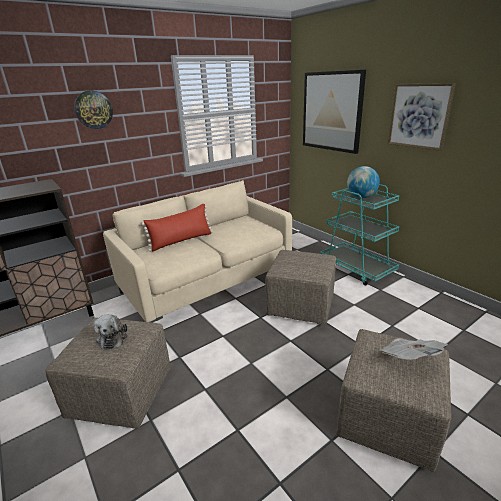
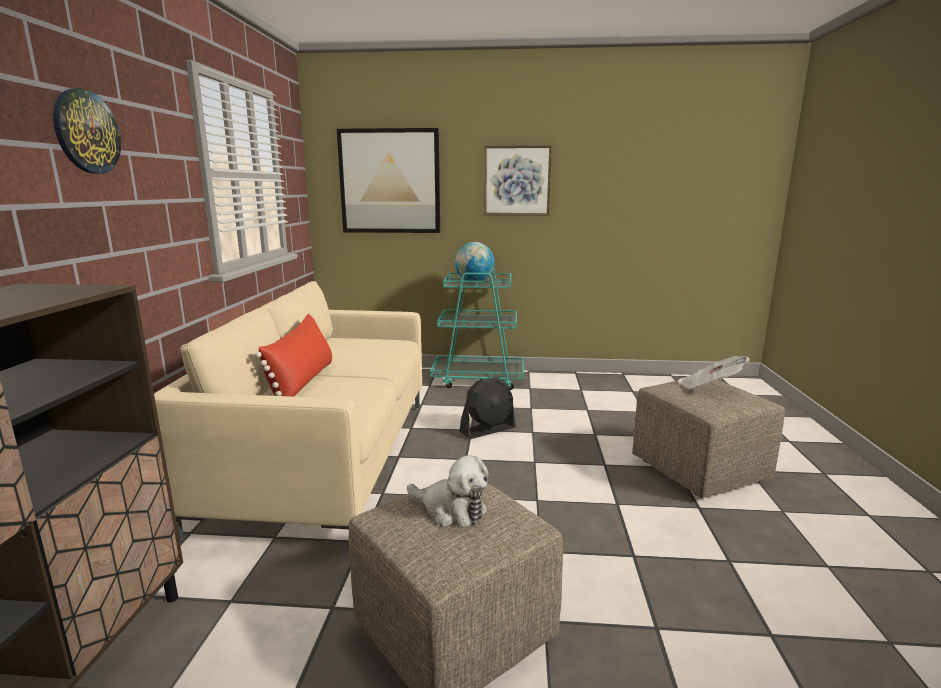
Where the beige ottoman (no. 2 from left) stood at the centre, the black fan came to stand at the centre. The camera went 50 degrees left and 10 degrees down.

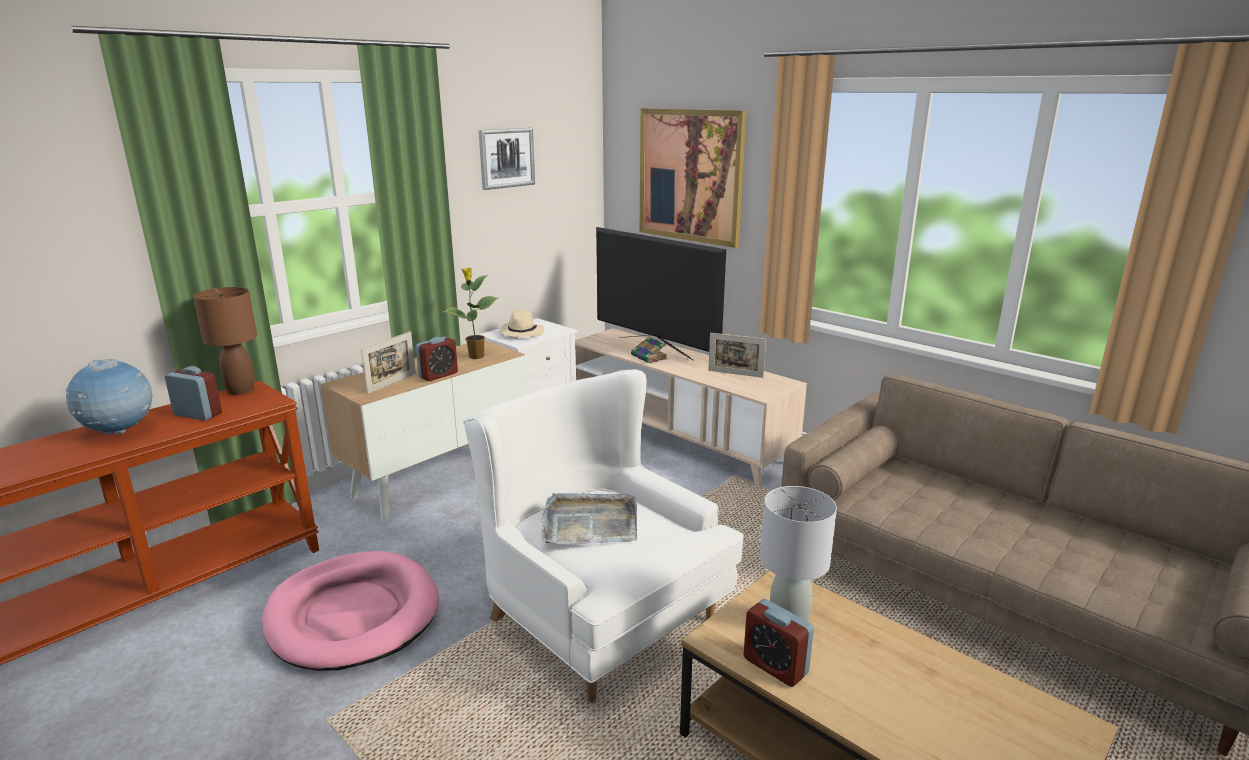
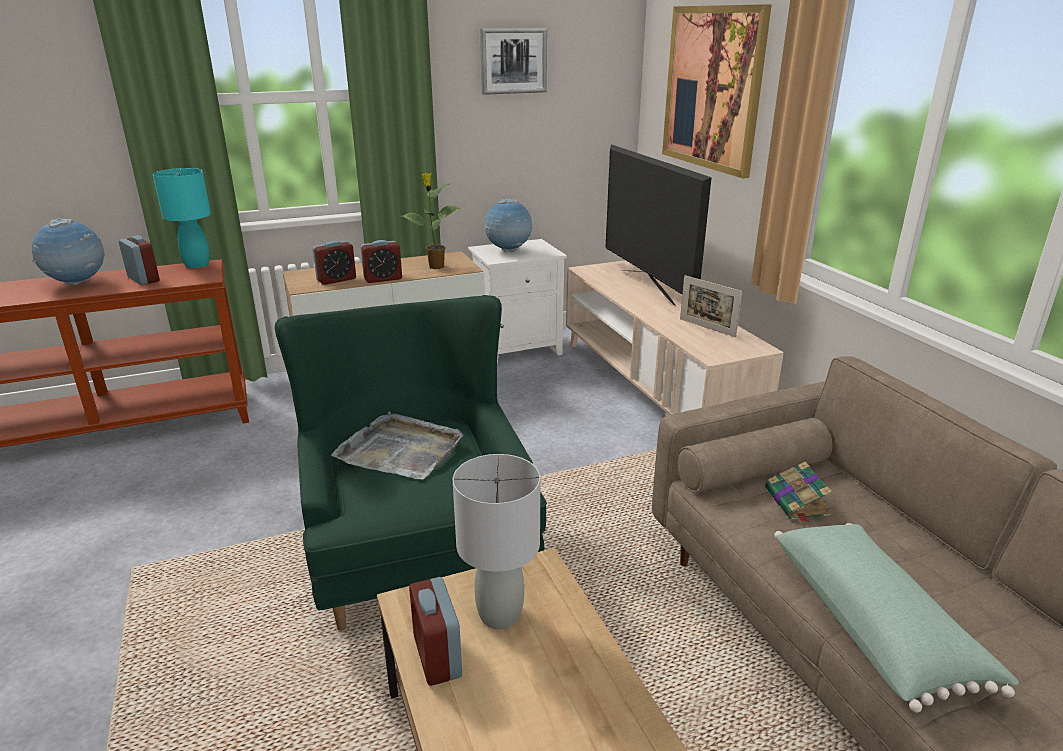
What was the brown table lamp at the middle left turned into the turquoise table lamp at the top left. Where the beige hat stood at the centre, the globe (no. 2 from left) came to stand at the top centre. Where the picture frame (no. 1 from left) stood at the middle left, the alarm clock (no. 2 from left) came to stand at the middle left. The book ended up elsewhere, having gone from the centre to the middle right. What was the white armchair at the bottom centre turned into the green armchair at the centre. The second view lost the pink dog bed at the bottom left. The second view gained the green pillow at the bottom right. The camera went 25 degrees right and 5 degrees up.

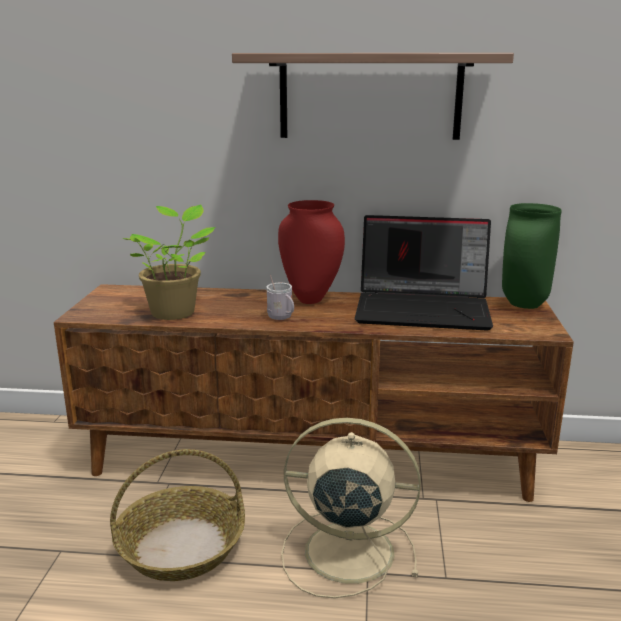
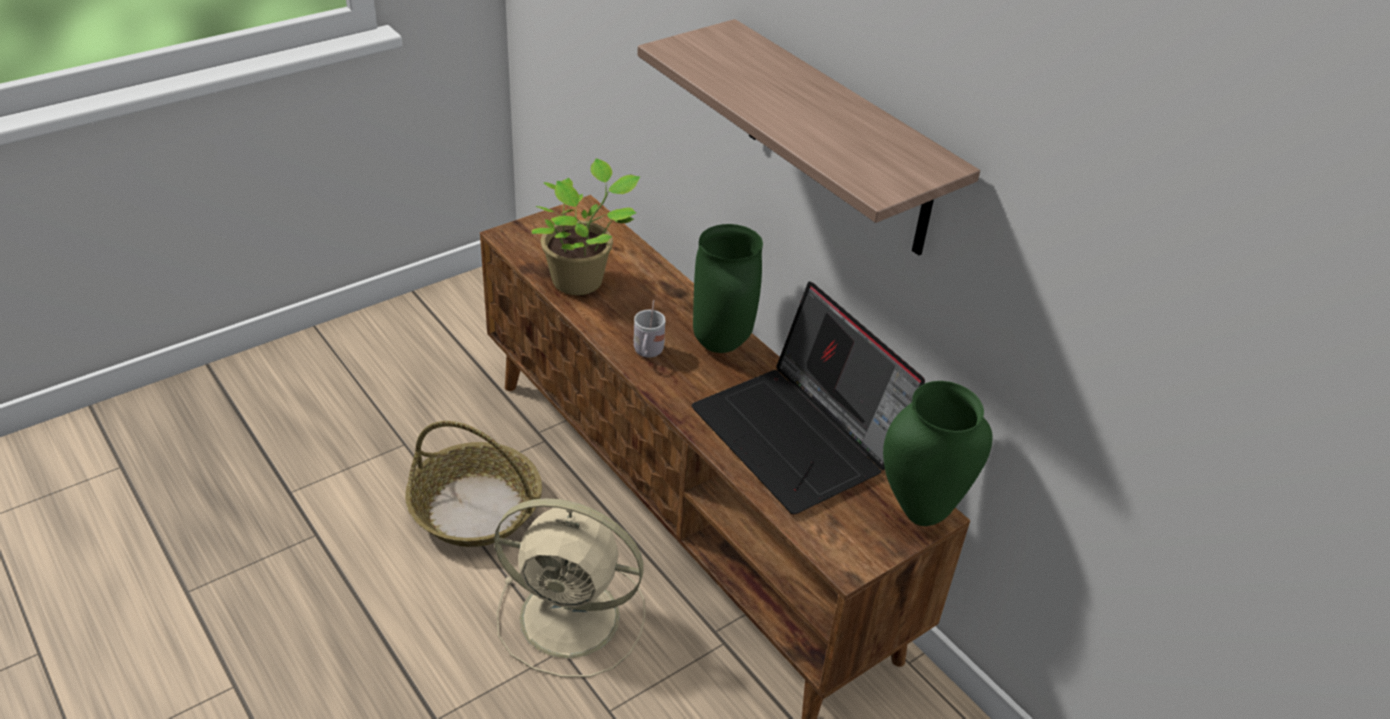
What was the red vase at the centre turned into the green vase (no. 1 from left) at the centre. The beige fan at the bottom centre ended up facing another way, 135 degrees clockwise from before. The camera went 45 degrees right and 20 degrees up.

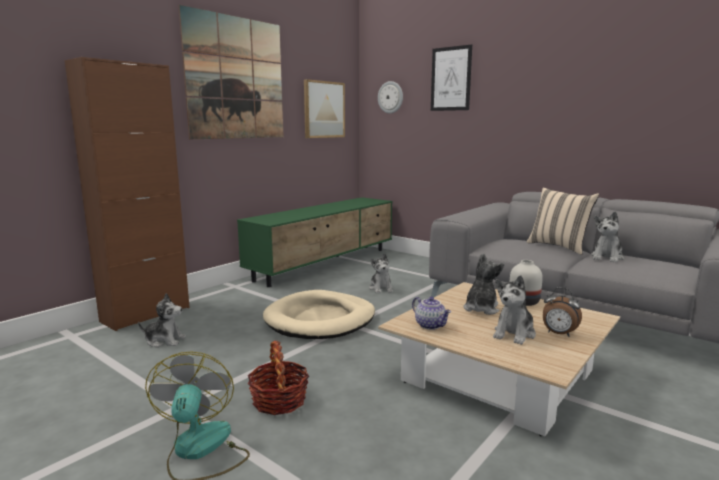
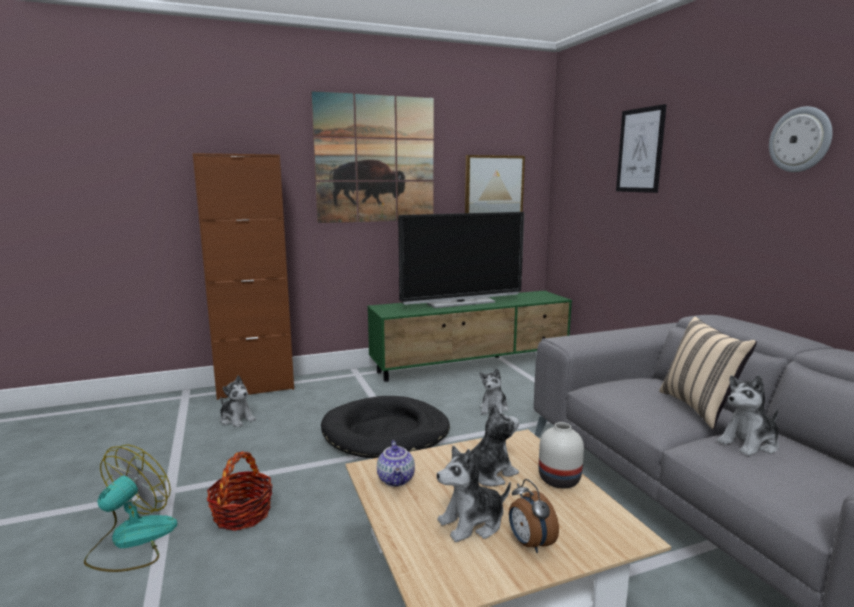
The wall clock ended up elsewhere, having gone from the top centre to the top right. What was the beige dog bed at the centre turned into the black dog bed at the bottom centre. The second view gained the television at the centre. The camera went 30 degrees right and 0 degrees up.

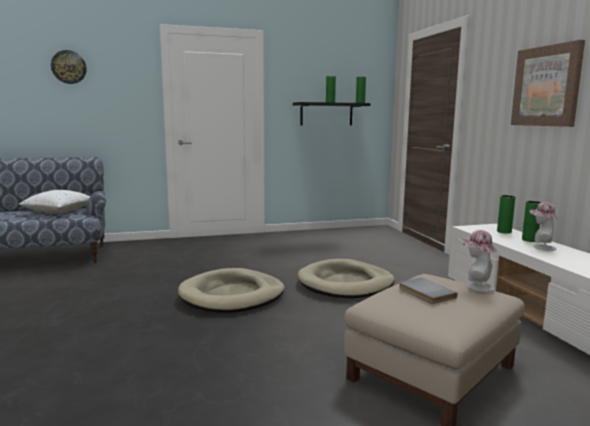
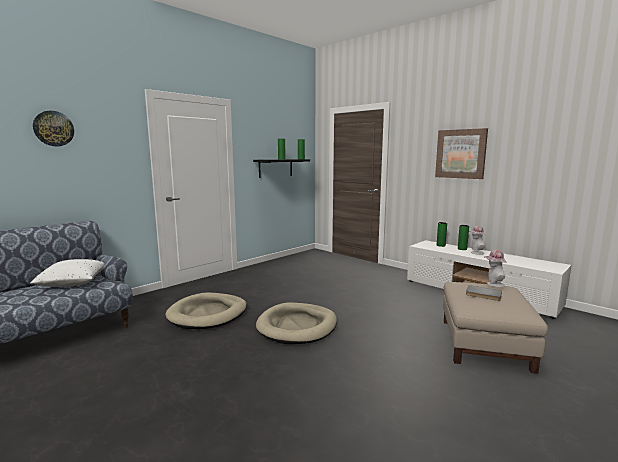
The beige dog bed (no. 2 from left in the first image) ended up elsewhere, having gone from the centre to the bottom centre. The camera went 30 degrees left and 0 degrees up.

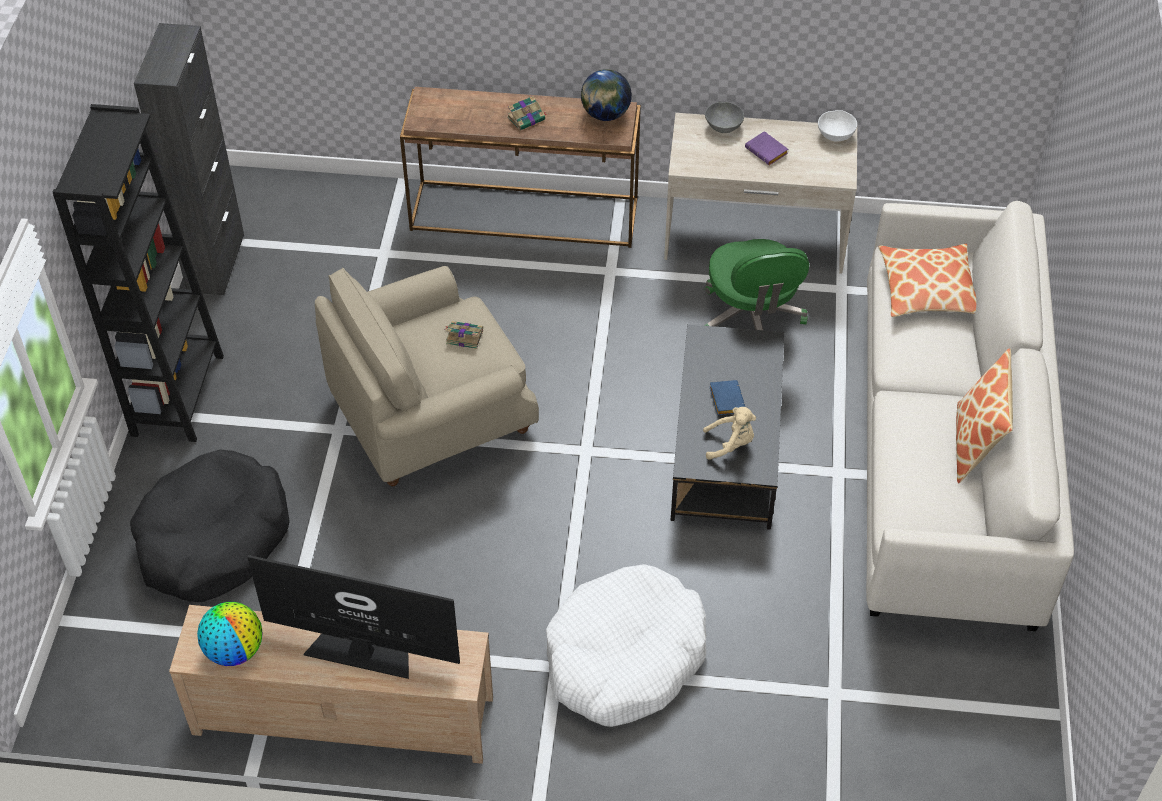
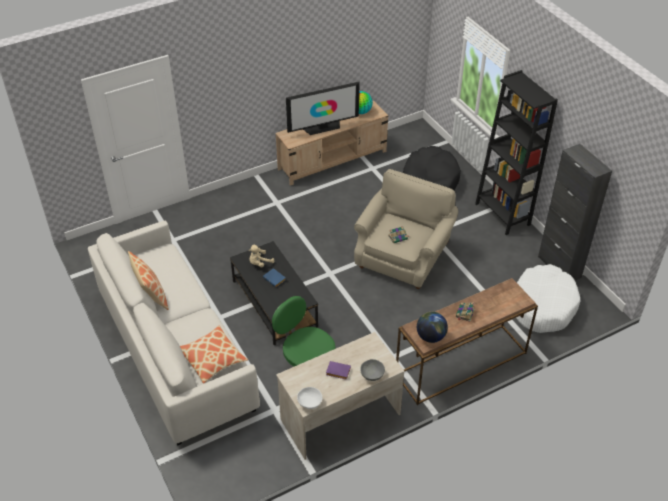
The white dog bed ended up elsewhere, having gone from the bottom centre to the middle right. The camera went 145 degrees right and 5 degrees down.

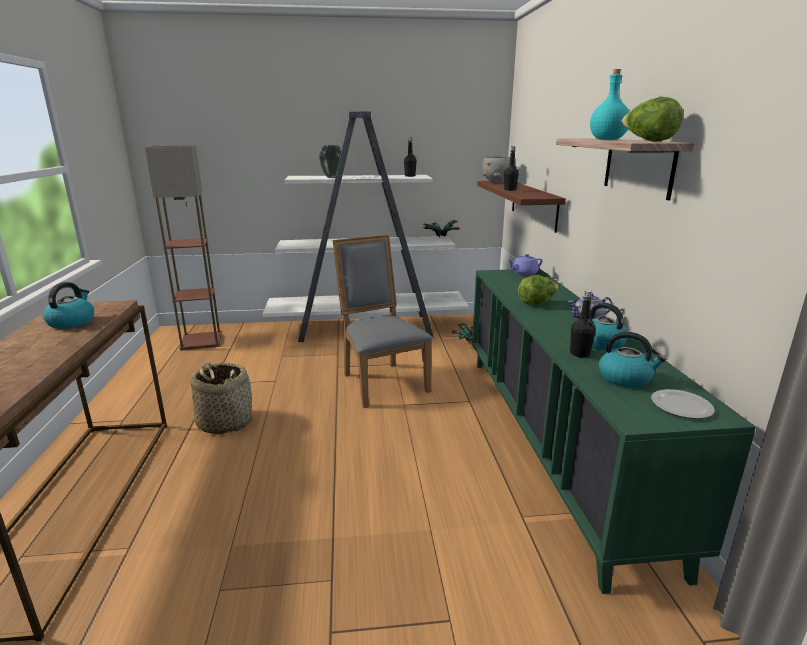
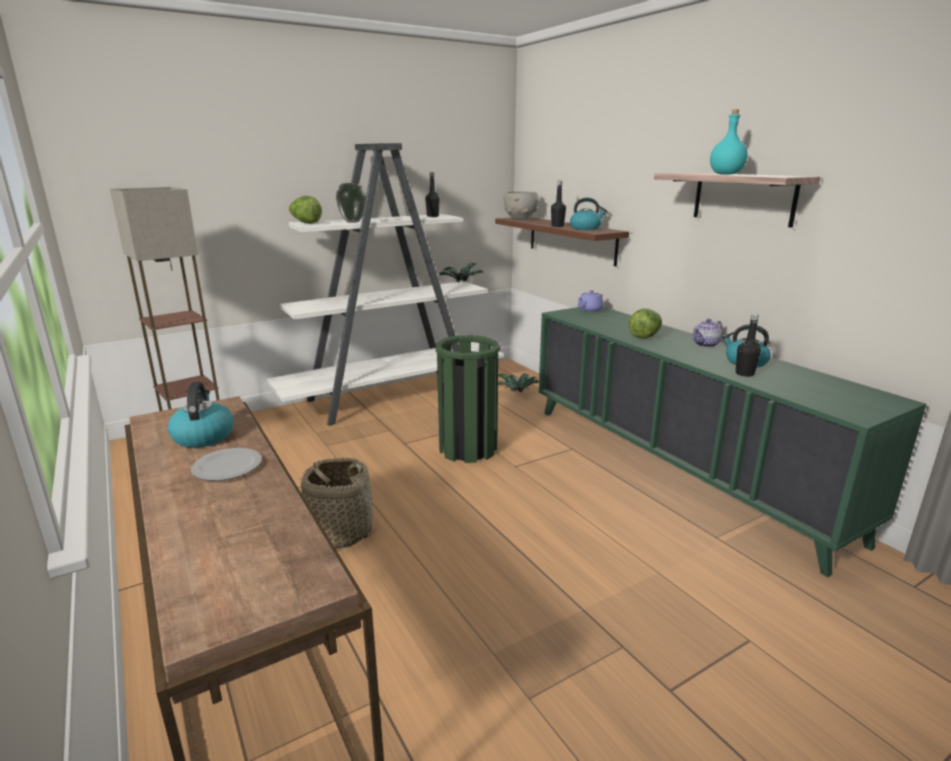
The lettuce (no. 2 from left in the first image) ended up elsewhere, having gone from the top right to the top left. Where the grey chair stood at the centre, the green trash can came to stand at the centre. The kettle (no. 3 from left in the first image) ended up elsewhere, having gone from the middle right to the top centre. The plate ended up elsewhere, having gone from the middle right to the middle left. The camera went 25 degrees left and 0 degrees up.

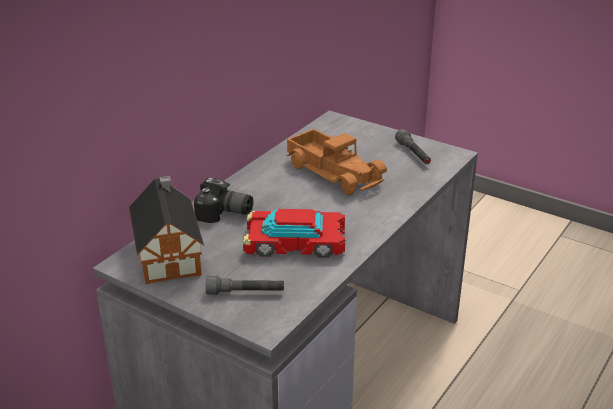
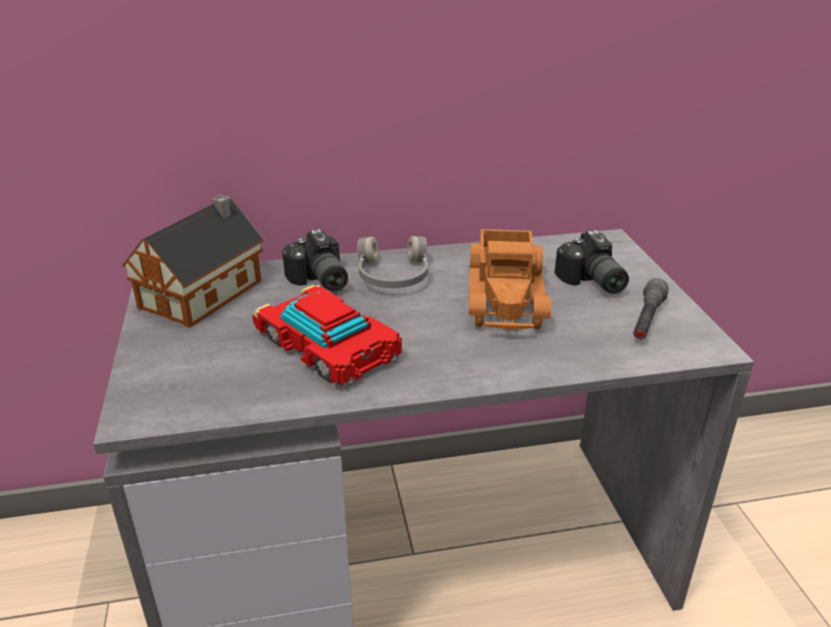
The second view lost the grey flashlight (no. 1 from left) at the bottom centre. The second view gained the photo camera (no. 2 from left) at the middle right. The second view gained the grey headphones at the centre. The camera went 45 degrees right and 0 degrees up.

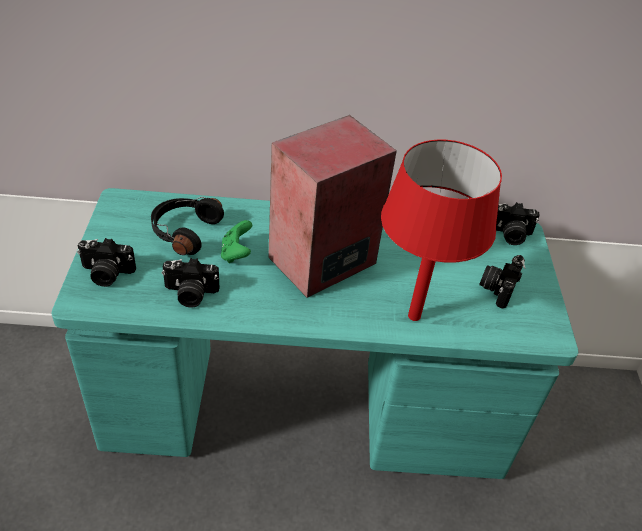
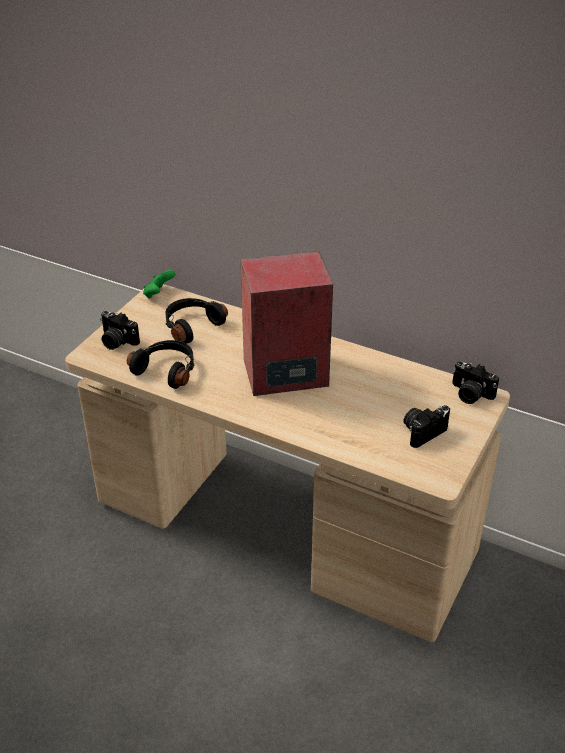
The second view lost the red table lamp at the middle right. What was the turquoise desk at the centre turned into the beige desk at the centre. The green game controller ended up elsewhere, having gone from the centre to the middle left. Where the photo camera (no. 2 from left) stood at the middle left, the black headphones (no. 1 from left) came to stand at the middle left. The camera went 30 degrees right and 5 degrees down.

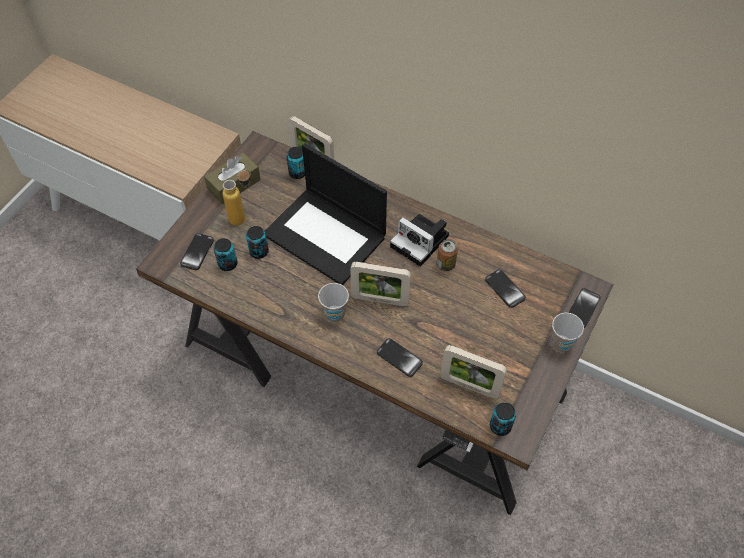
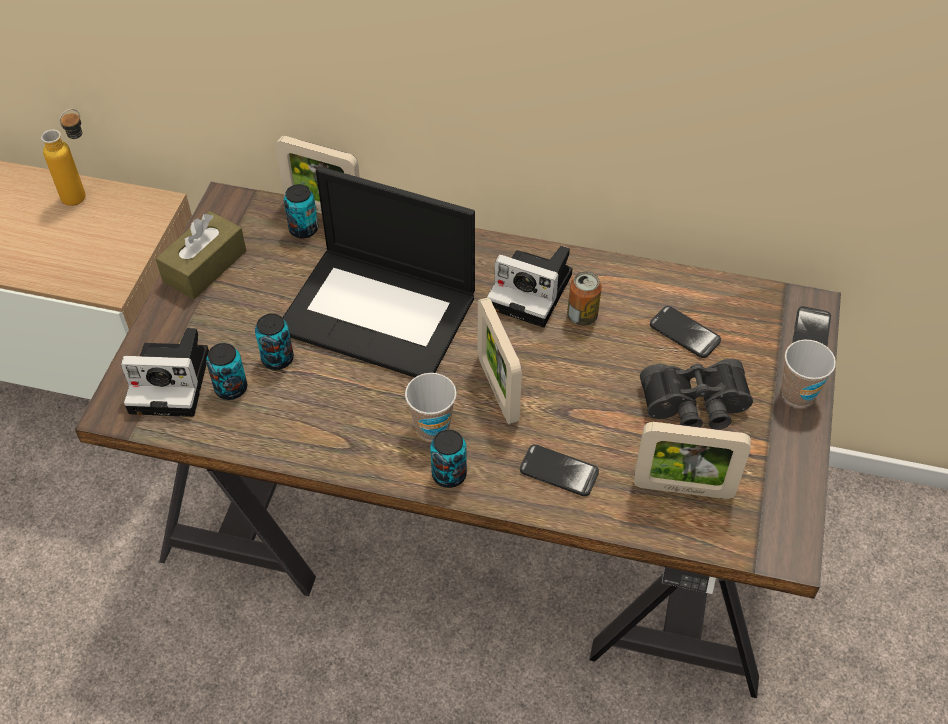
The bottle ended up elsewhere, having gone from the middle left to the top left. Where the phone (no. 1 from left) stood at the middle left, the photo camera (no. 1 from left) came to stand at the middle left. The picture frame (no. 2 from left) at the centre ended up facing another way, 75 degrees clockwise from before. The can (no. 5 from left in the first image) ended up elsewhere, having gone from the bottom right to the centre. The second view gained the black binoculars at the middle right. The camera went 15 degrees left and 5 degrees down.

